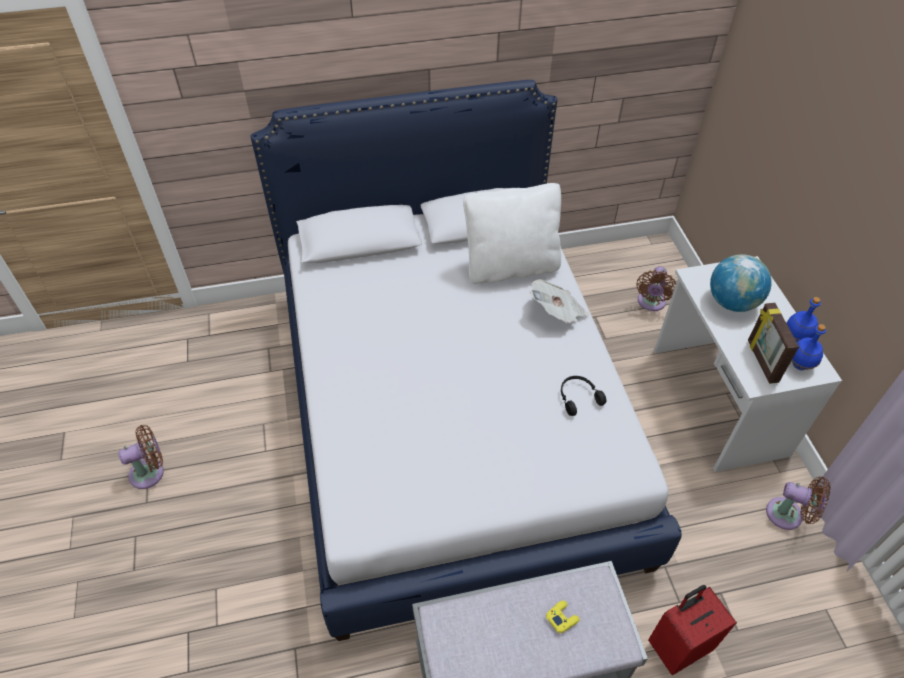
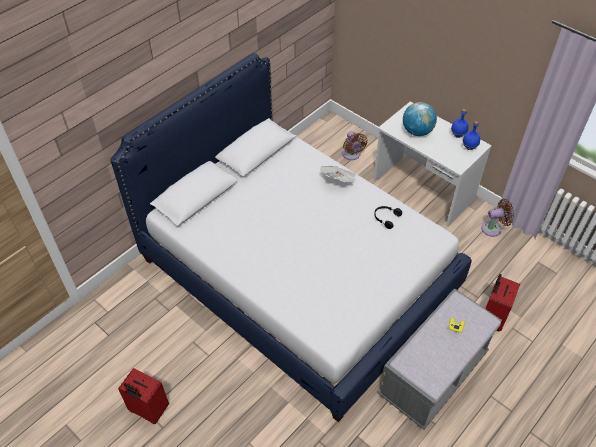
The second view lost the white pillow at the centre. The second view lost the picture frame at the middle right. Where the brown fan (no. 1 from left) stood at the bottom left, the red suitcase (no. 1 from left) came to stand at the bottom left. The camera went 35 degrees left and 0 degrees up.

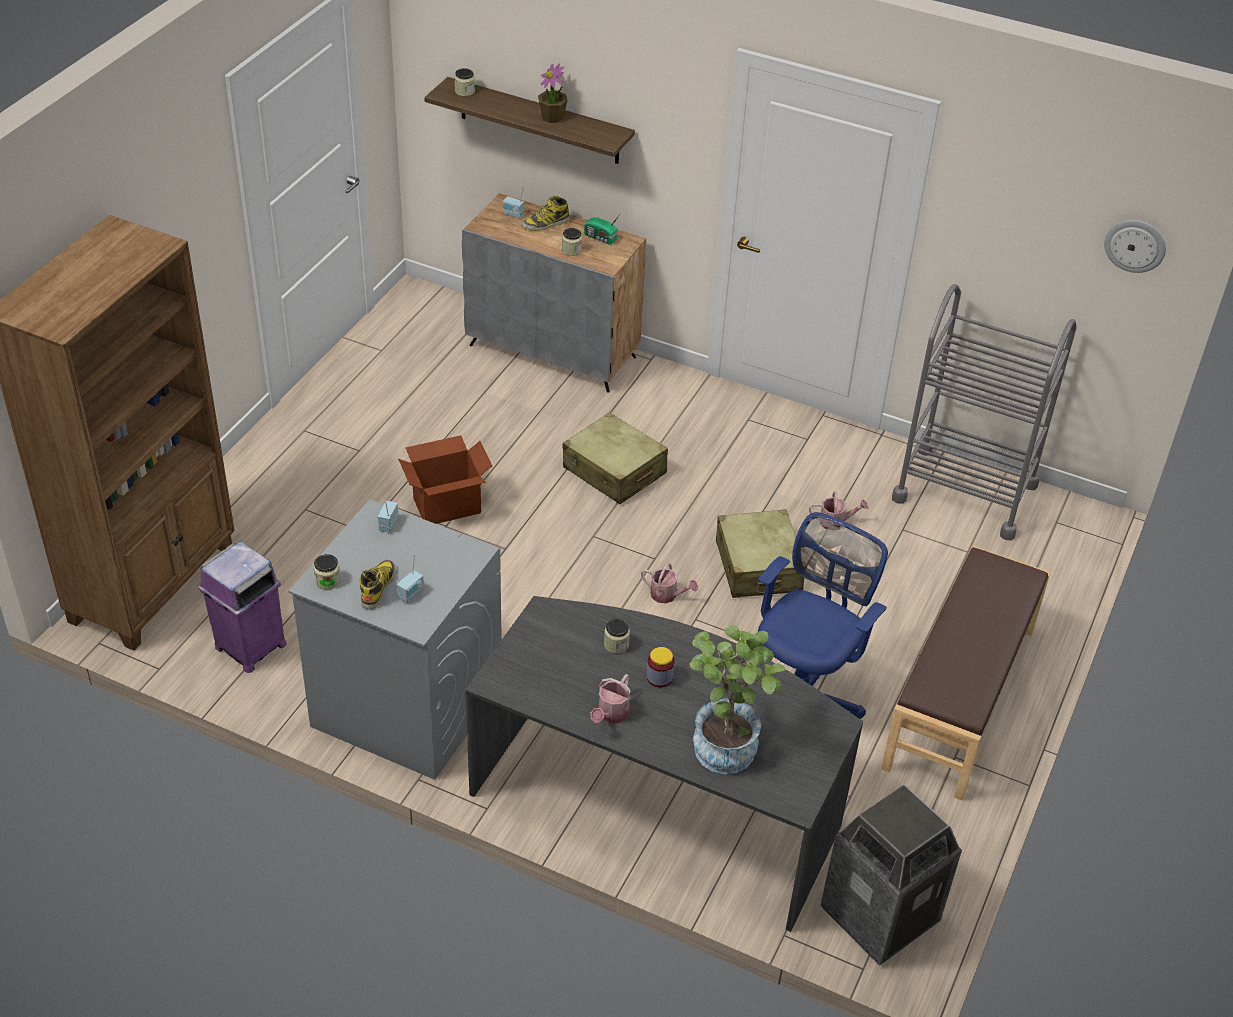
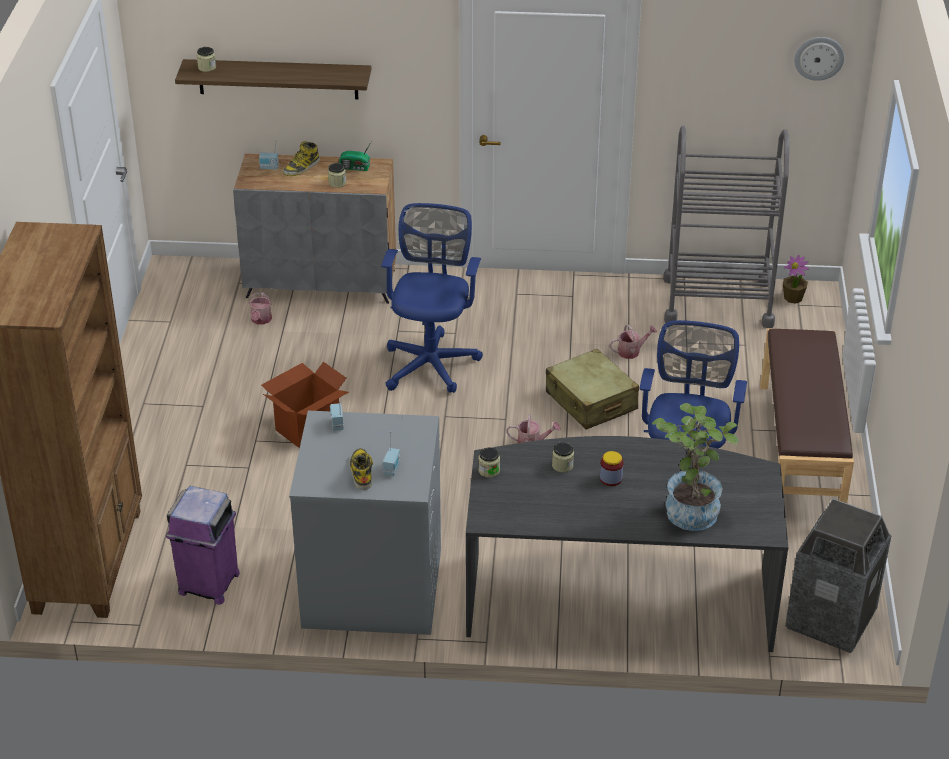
The potted plant (no. 1 from left in the first image) ended up elsewhere, having gone from the top centre to the middle right. Where the beige suitcase (no. 1 from left) stood at the centre, the blue office chair (no. 1 from left) came to stand at the centre. The jar (no. 1 from left in the first image) ended up elsewhere, having gone from the middle left to the centre. The watering can (no. 1 from left) ended up elsewhere, having gone from the bottom centre to the middle left. The camera went 20 degrees left and 5 degrees down.

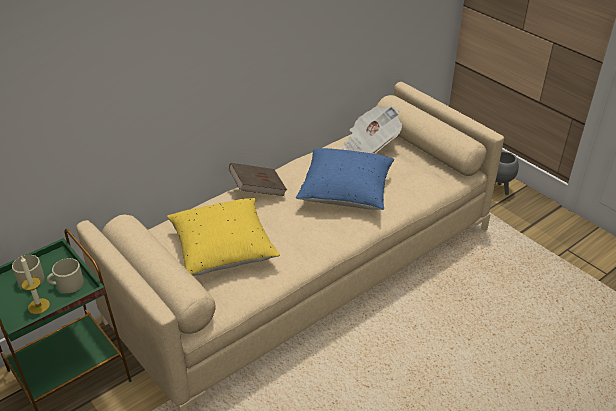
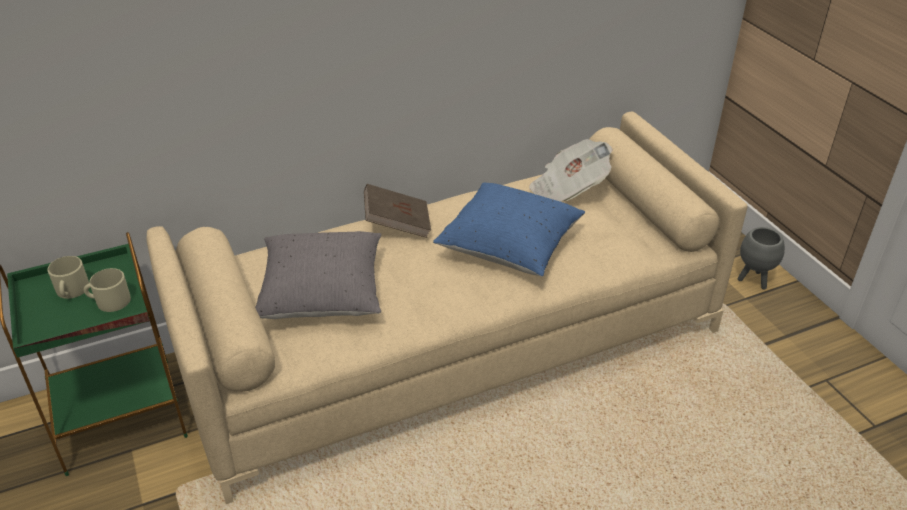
What was the yellow pillow at the centre turned into the grey pillow at the centre. The second view lost the candle at the bottom left. The camera went 15 degrees right and 0 degrees up.

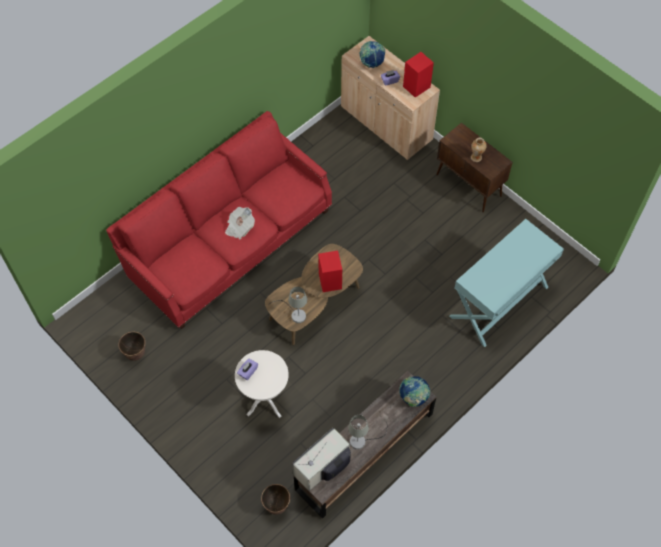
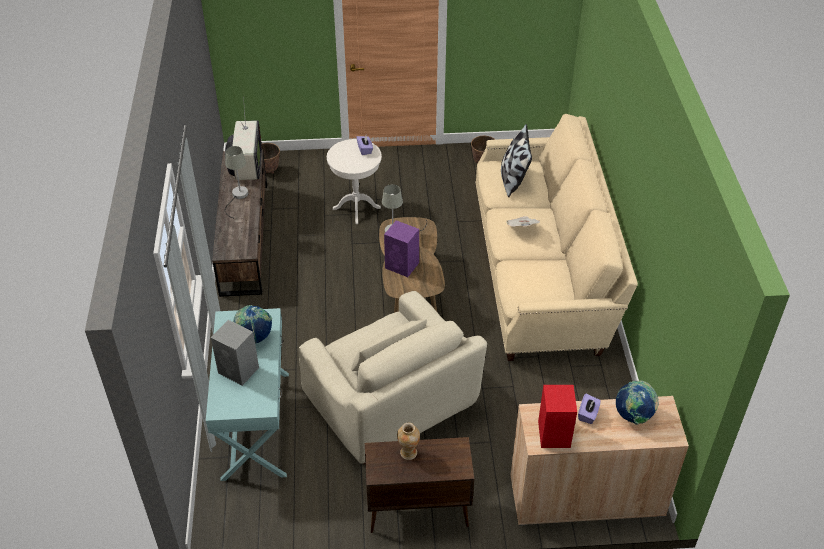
What was the red sofa at the middle left turned into the beige sofa at the middle right. What was the red speaker (no. 1 from left) at the centre turned into the purple speaker at the centre. The globe (no. 2 from left in the first image) ended up elsewhere, having gone from the bottom centre to the middle left. The second view gained the pillow at the top centre. The second view gained the beige armchair at the bottom centre. The second view gained the grey speaker at the middle left. The camera went 130 degrees right and 15 degrees down.

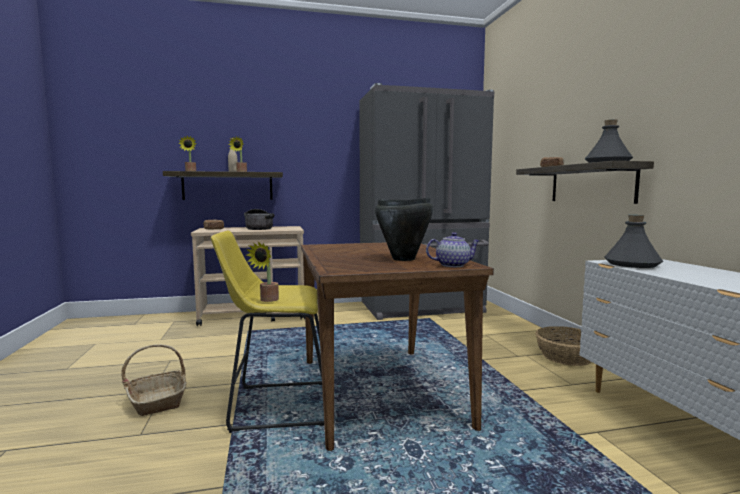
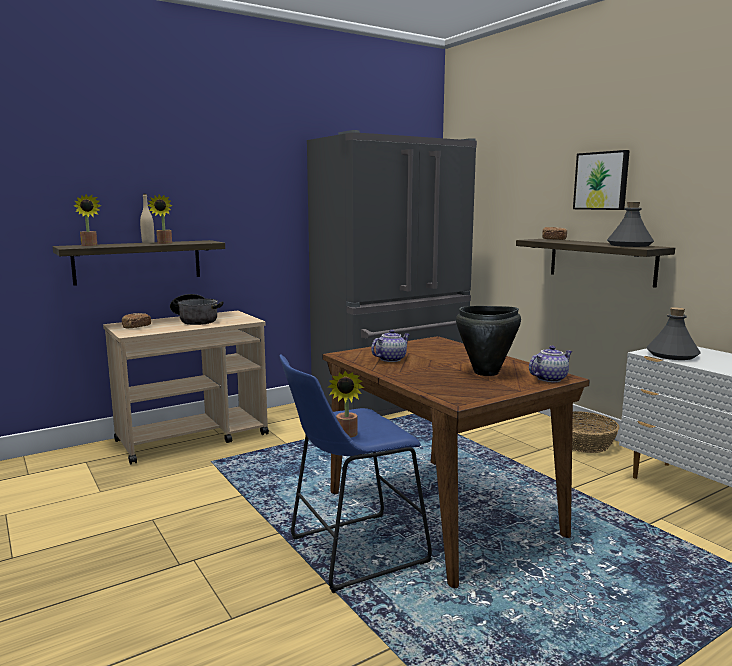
What was the yellow stool at the bottom centre turned into the blue stool at the bottom centre. The second view lost the basket (no. 1 from left) at the bottom left. The second view gained the picture at the top right. The second view gained the teapot (no. 1 from left) at the centre. The camera went 20 degrees left and 5 degrees up.

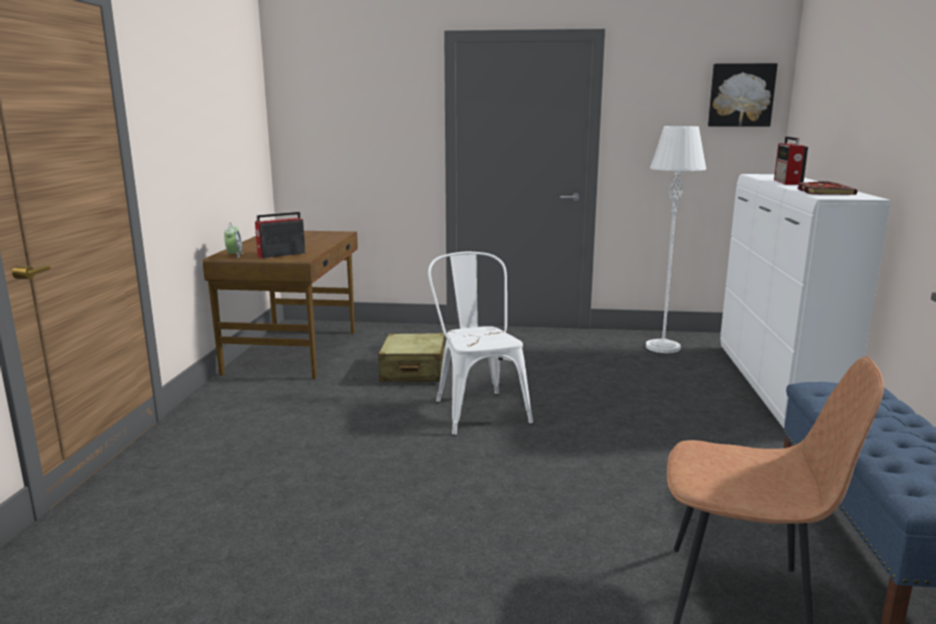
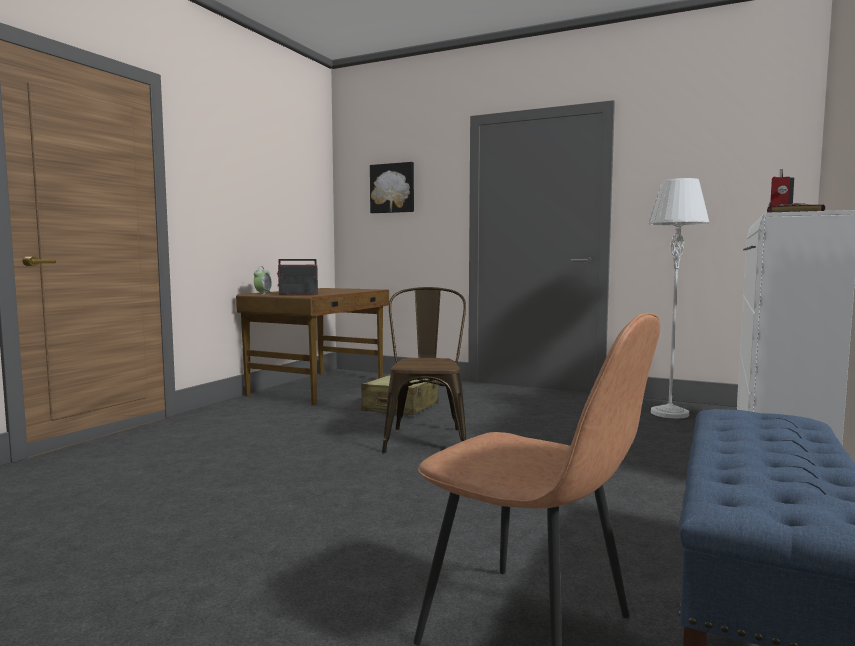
The picture ended up elsewhere, having gone from the top right to the top centre. What was the white chair at the centre turned into the brown chair (no. 1 from left) at the centre. The camera went 20 degrees right and 10 degrees down.

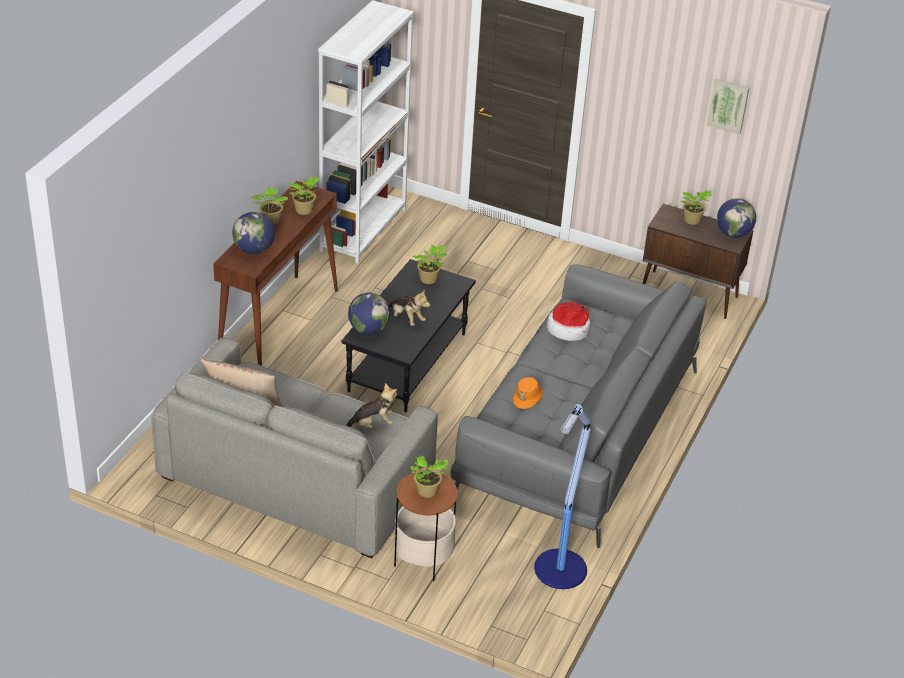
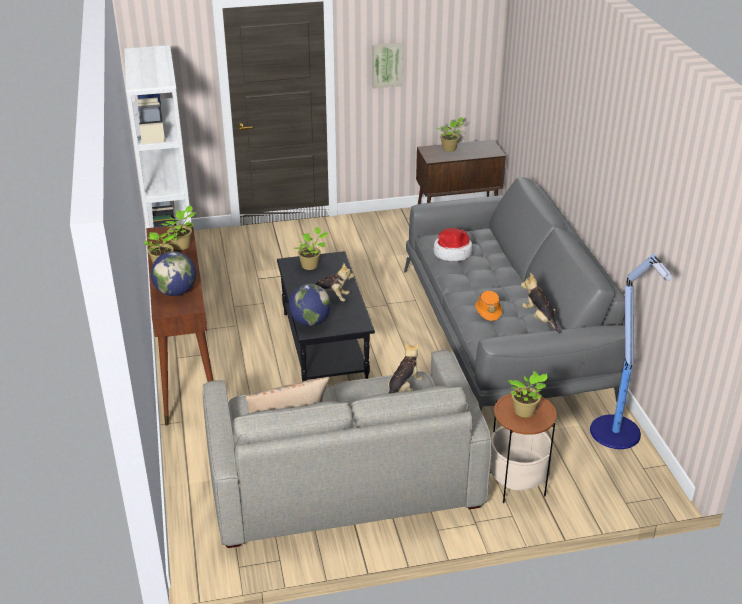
The picture ended up elsewhere, having gone from the top right to the top centre. The second view lost the globe (no. 3 from left) at the top right. The second view gained the plush toy (no. 3 from left) at the middle right. The camera went 35 degrees left and 5 degrees down.

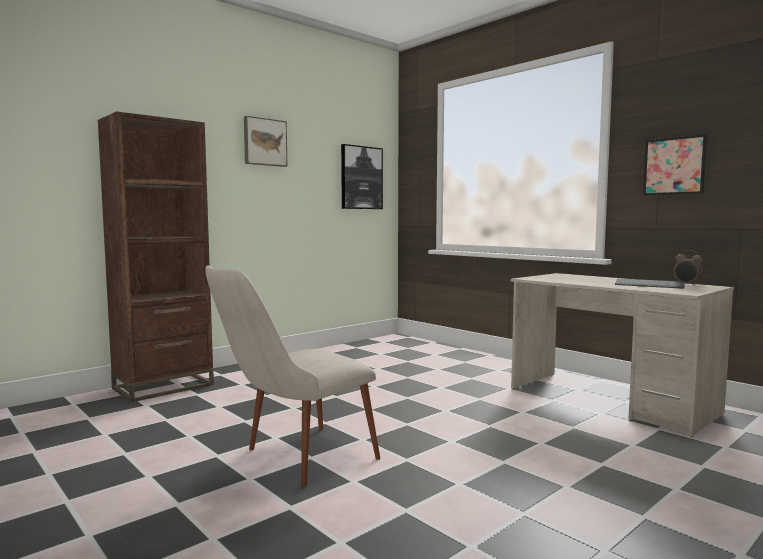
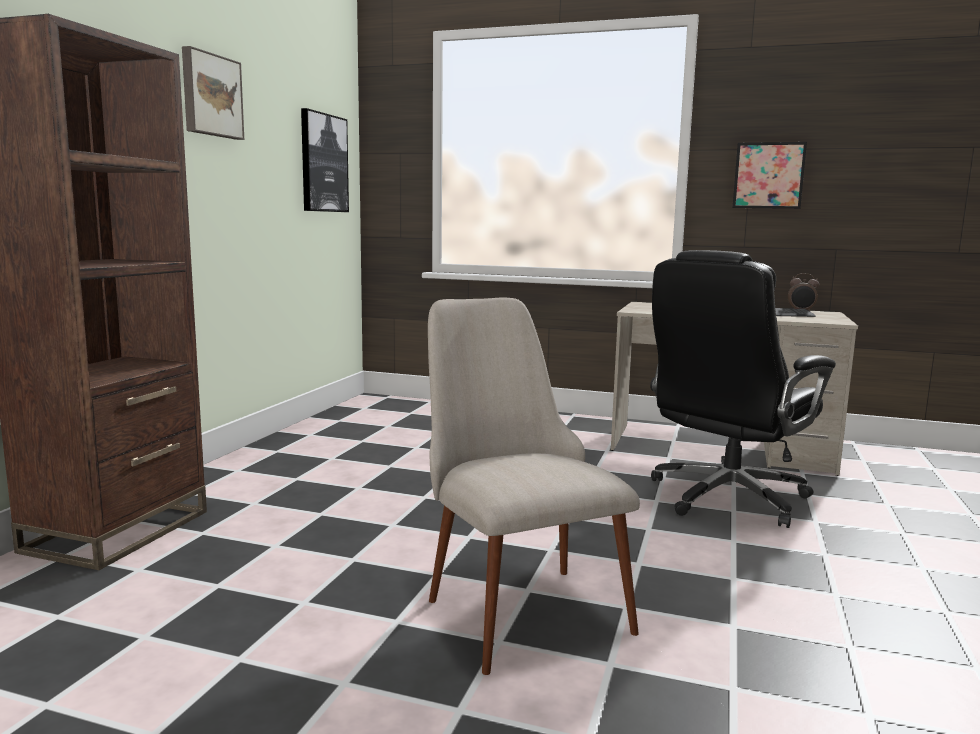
The beige chair at the bottom centre ended up facing another way, 135 degrees clockwise from before. The second view gained the black office chair at the middle right. The camera went 30 degrees left and 5 degrees up.

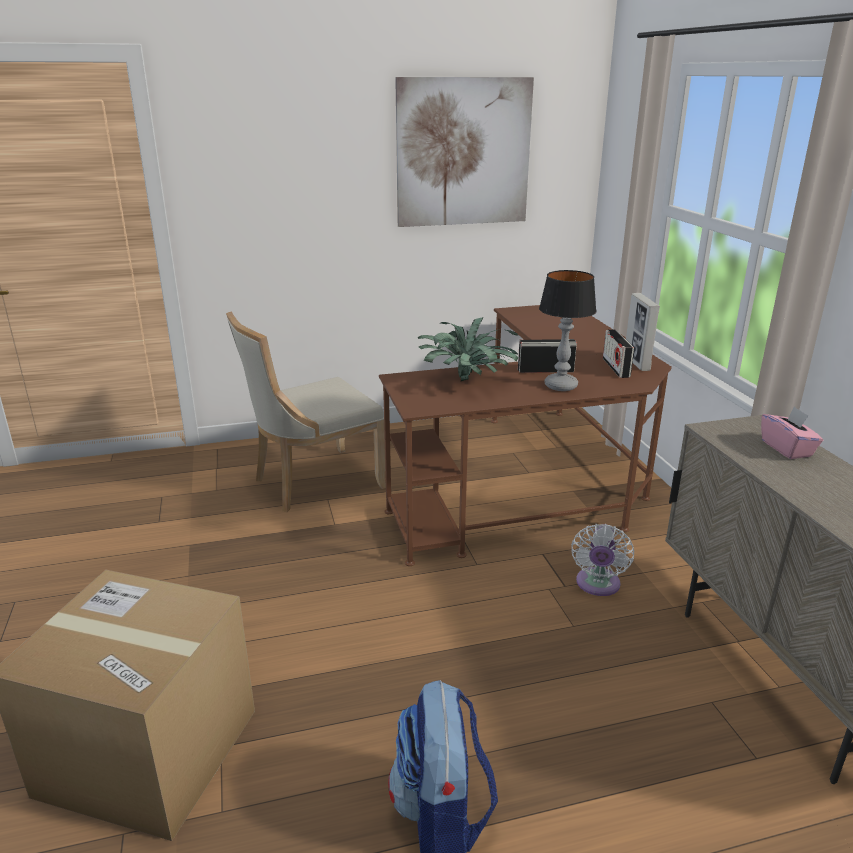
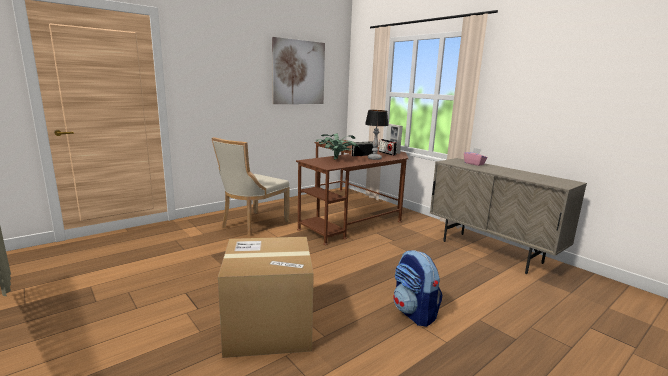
The second view lost the white fan at the middle right. The camera went 25 degrees left and 10 degrees down.

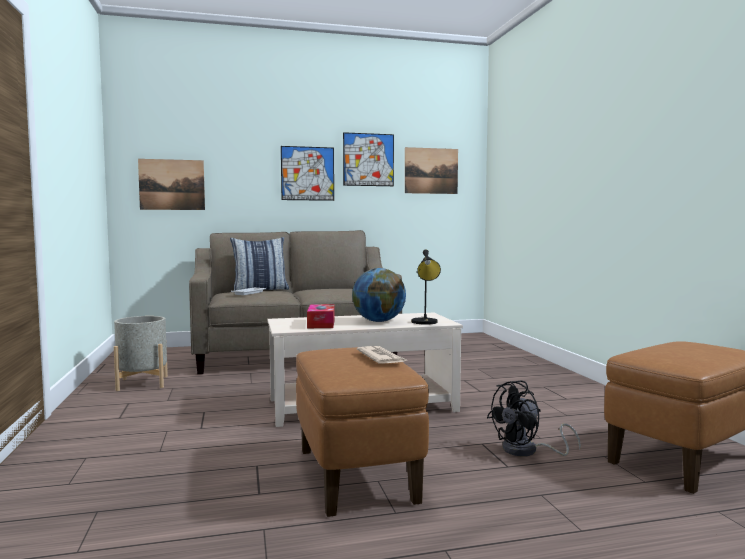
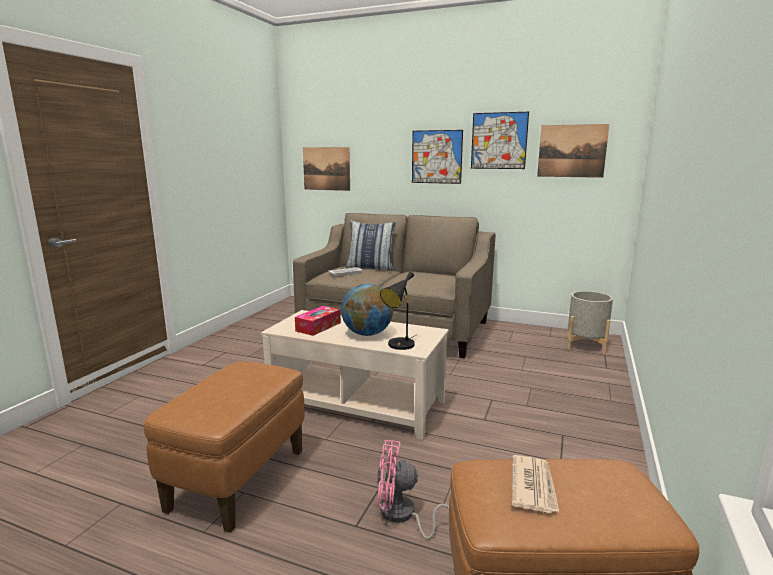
The grey planter ended up elsewhere, having gone from the middle left to the middle right. The newspaper ended up elsewhere, having gone from the centre to the bottom right. What was the black fan at the bottom right turned into the pink fan at the bottom centre. The camera went 35 degrees right and 10 degrees up.

